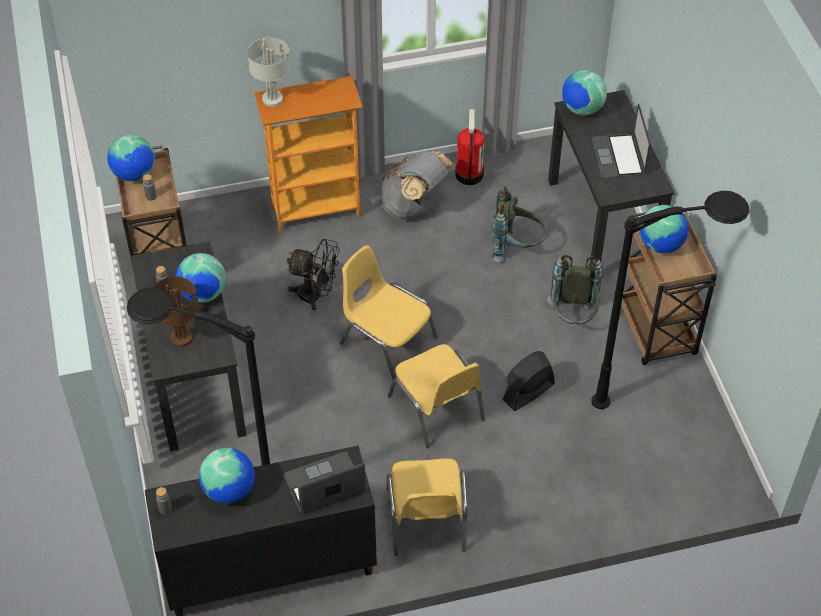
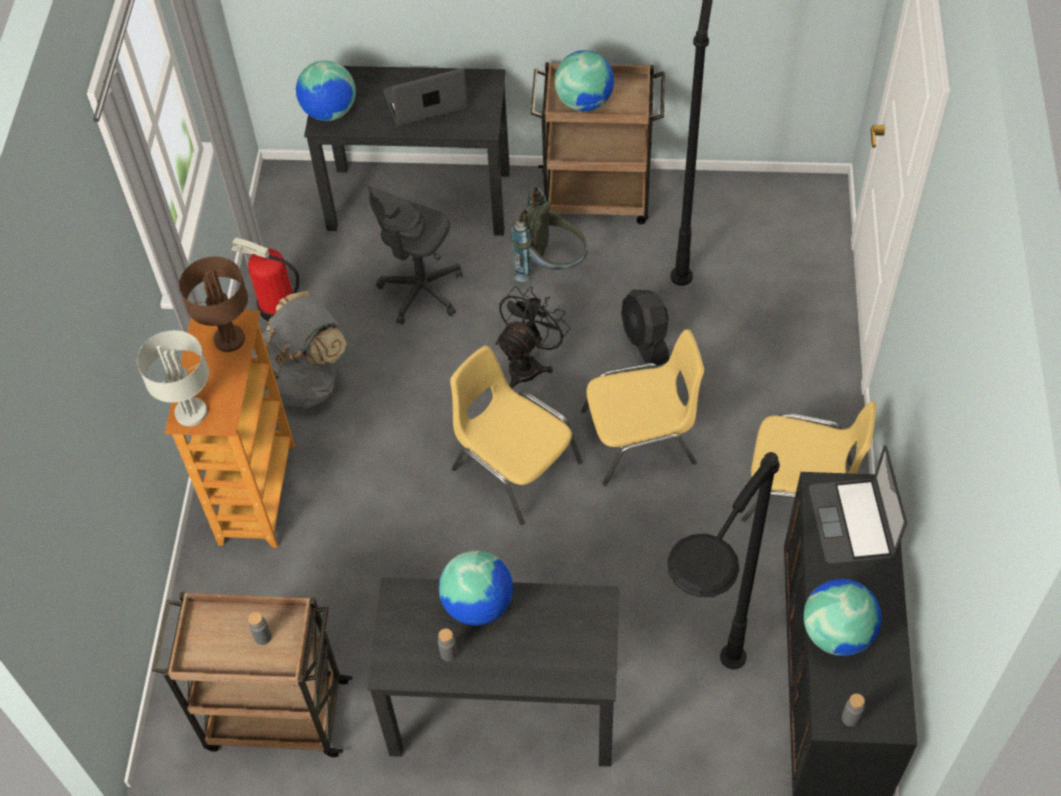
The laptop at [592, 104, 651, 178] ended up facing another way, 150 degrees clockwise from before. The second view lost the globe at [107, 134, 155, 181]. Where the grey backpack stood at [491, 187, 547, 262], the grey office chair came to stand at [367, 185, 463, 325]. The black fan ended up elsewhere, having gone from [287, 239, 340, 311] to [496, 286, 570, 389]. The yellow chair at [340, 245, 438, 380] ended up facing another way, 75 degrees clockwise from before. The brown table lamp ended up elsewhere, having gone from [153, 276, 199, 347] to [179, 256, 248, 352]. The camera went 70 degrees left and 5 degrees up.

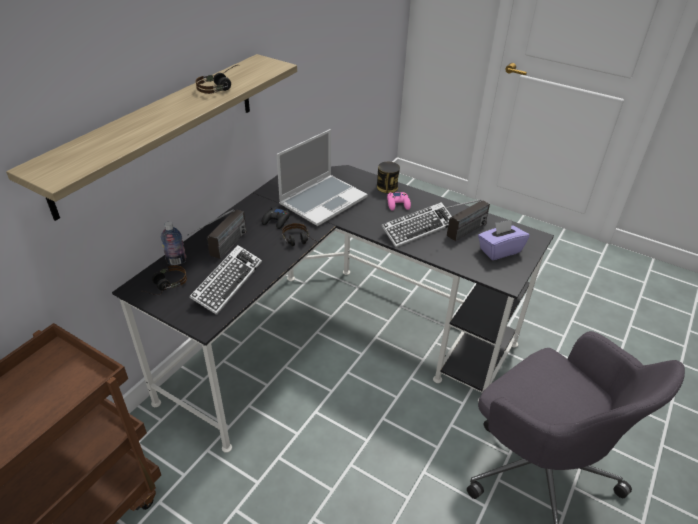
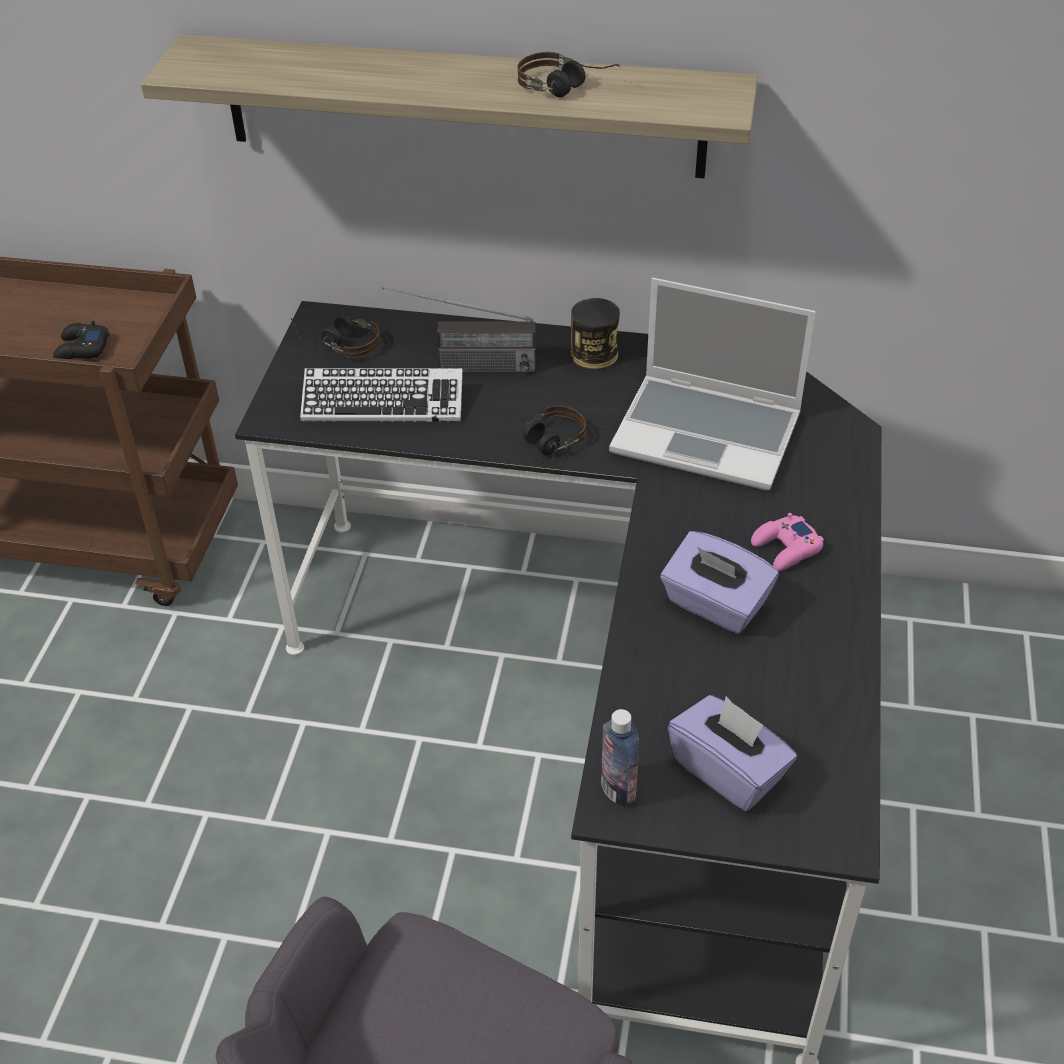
The can ended up elsewhere, having gone from [377, 162, 400, 193] to [571, 298, 620, 370]. The second view lost the radio at [435, 199, 490, 241]. Where the keyboard stood at [381, 202, 452, 248], the purple tissue box came to stand at [661, 531, 779, 634]. The black game controller ended up elsewhere, having gone from [262, 207, 290, 229] to [53, 321, 109, 359]. The bottle ended up elsewhere, having gone from [161, 221, 186, 265] to [601, 709, 639, 807]. The camera went 70 degrees right and 5 degrees up.

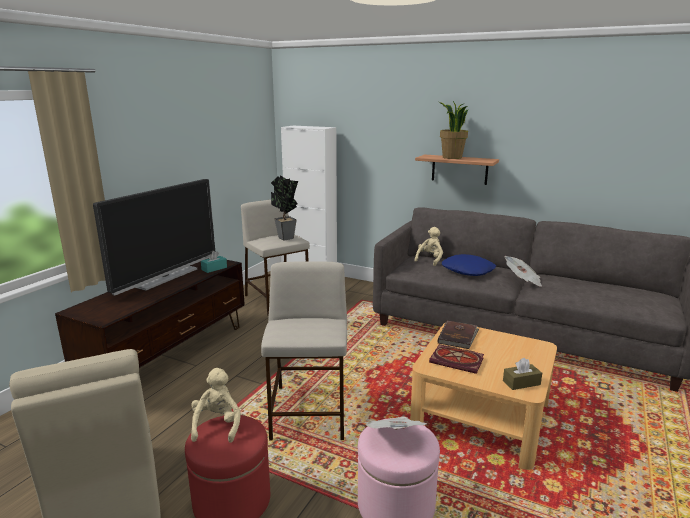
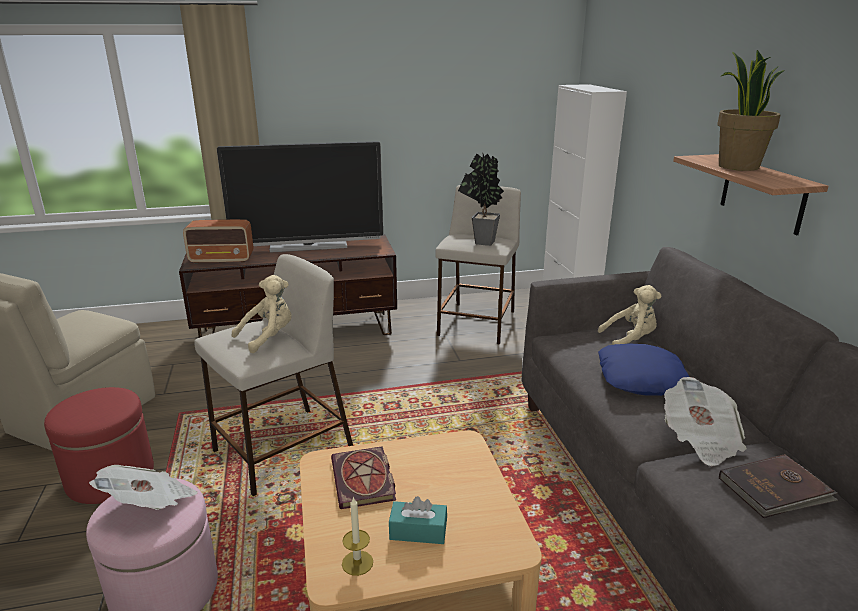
The turquoise tissue box ended up elsewhere, having gone from [201, 251, 227, 273] to [389, 496, 447, 544]. The brown book ended up elsewhere, having gone from [438, 321, 479, 349] to [719, 454, 838, 518]. Where the brown tissue box stood at [503, 358, 542, 390], the candle came to stand at [342, 496, 373, 576]. The beige plush toy ended up elsewhere, having gone from [191, 368, 241, 443] to [232, 275, 292, 353]. The second view gained the radio at [183, 219, 253, 264]. The camera went 50 degrees right and 5 degrees up.

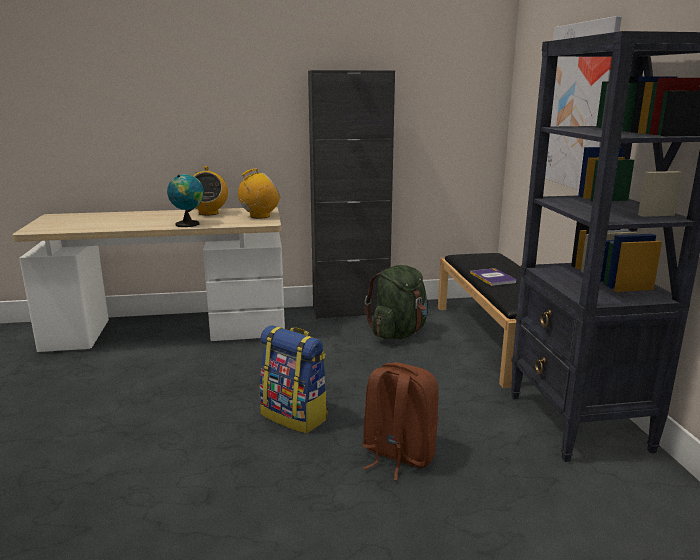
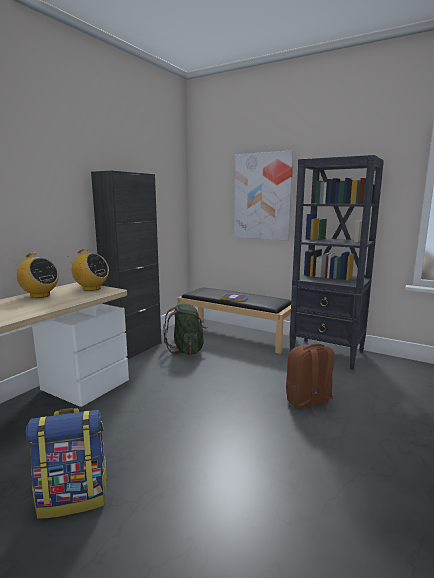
The radio at [238, 169, 280, 219] ended up facing another way, 105 degrees clockwise from before. The second view lost the globe at [167, 174, 204, 227]. The backpack ended up elsewhere, having gone from [260, 325, 328, 434] to [26, 408, 108, 519]. The camera went 50 degrees left and 5 degrees down.

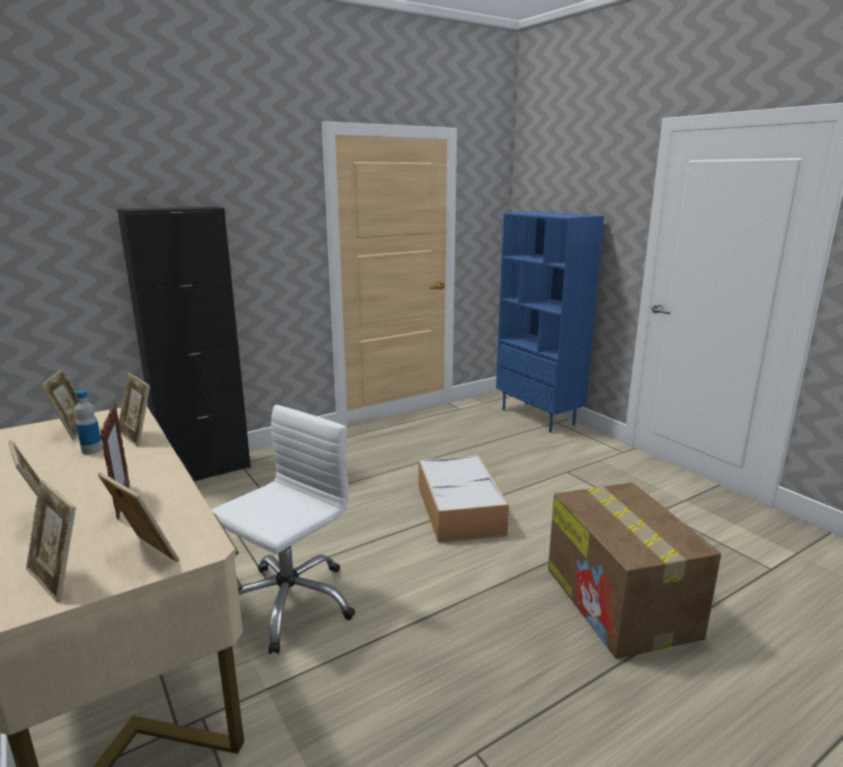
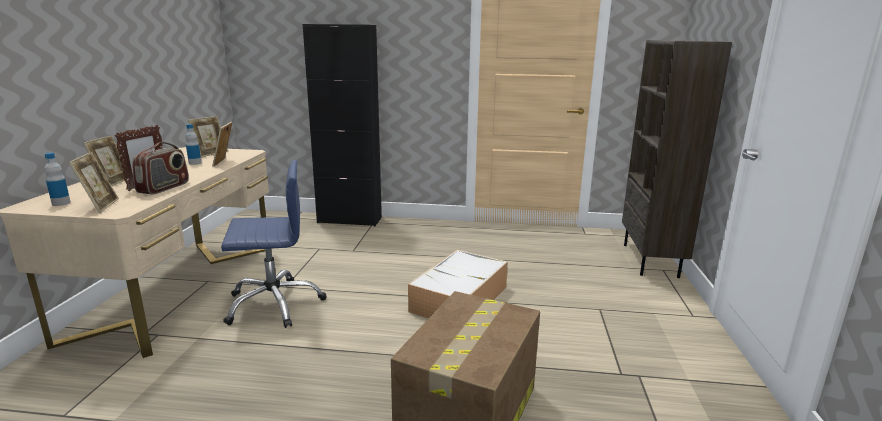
What was the blue bookcase at [496, 211, 604, 433] turned into the brown bookcase at [622, 40, 732, 278]. What was the white office chair at [211, 405, 355, 654] turned into the blue office chair at [221, 160, 326, 328]. Where the picture frame stood at [26, 480, 76, 603], the bottle came to stand at [44, 153, 71, 206]. The second view gained the radio at [132, 142, 189, 194]. The camera went 40 degrees right and 0 degrees up.

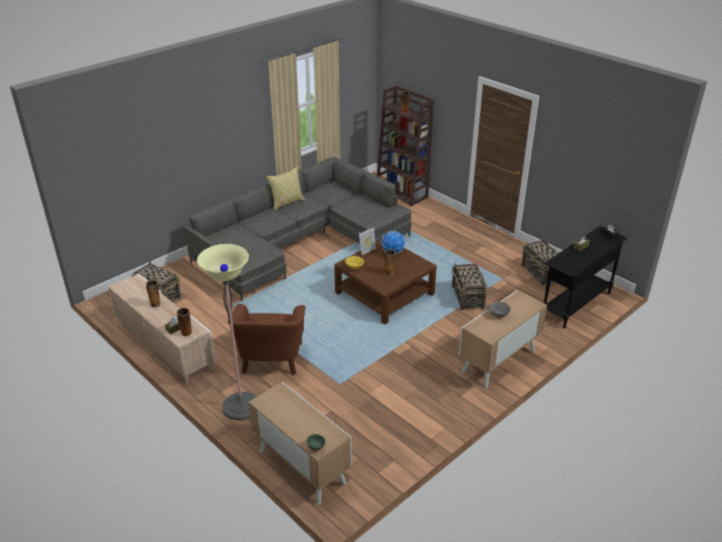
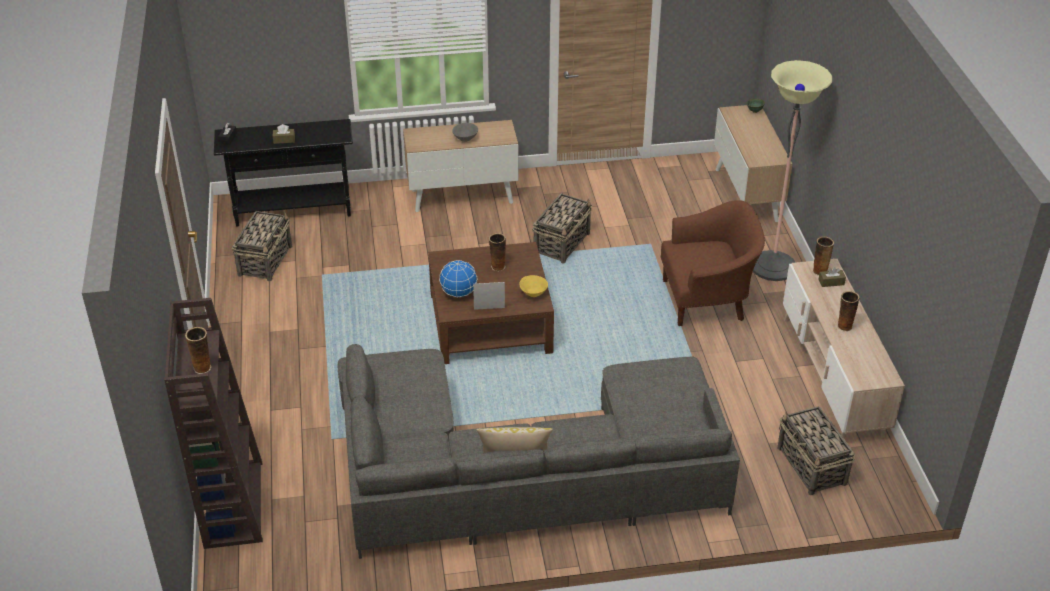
The basket ended up elsewhere, having gone from [452, 263, 488, 310] to [532, 193, 592, 264]. The brown armchair at [228, 304, 306, 375] ended up facing another way, 45 degrees clockwise from before. The camera went 145 degrees left and 5 degrees up.

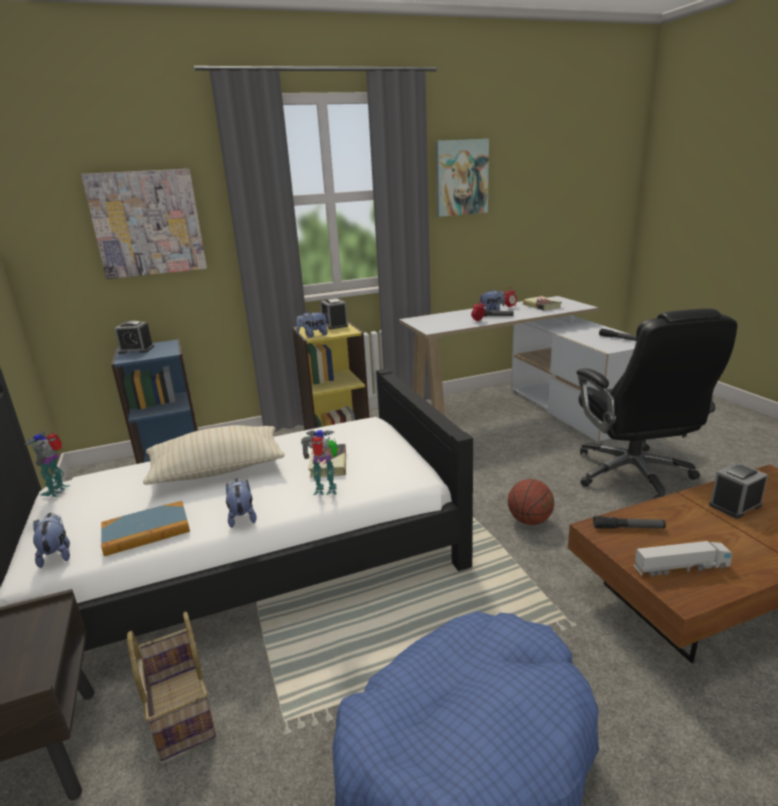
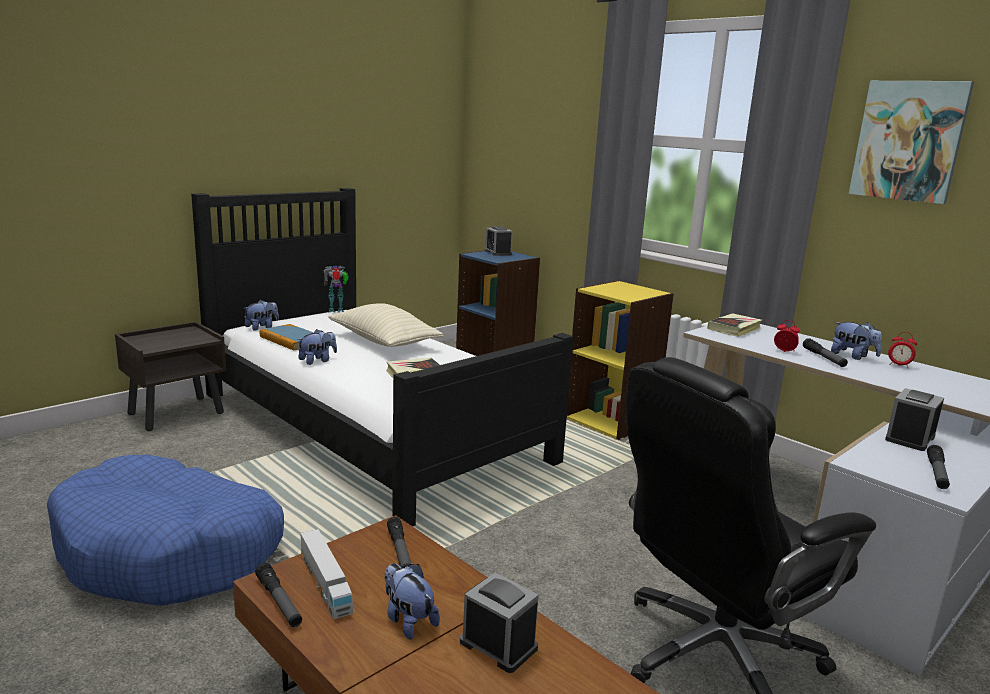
The second view lost the picture at [81, 169, 207, 279]. The book ended up elsewhere, having gone from [523, 296, 562, 310] to [708, 313, 762, 337]. The alarm clock ended up elsewhere, having gone from [320, 298, 348, 329] to [885, 388, 944, 451]. The plush toy ended up elsewhere, having gone from [296, 311, 328, 338] to [384, 563, 440, 640]. The second view lost the toy robot at [301, 430, 338, 495]. The second view lost the basketball at [508, 479, 554, 525]. The second view lost the basket at [127, 612, 216, 761]. The second view gained the flashlight at [255, 563, 302, 627]. The camera went 65 degrees right and 5 degrees down.

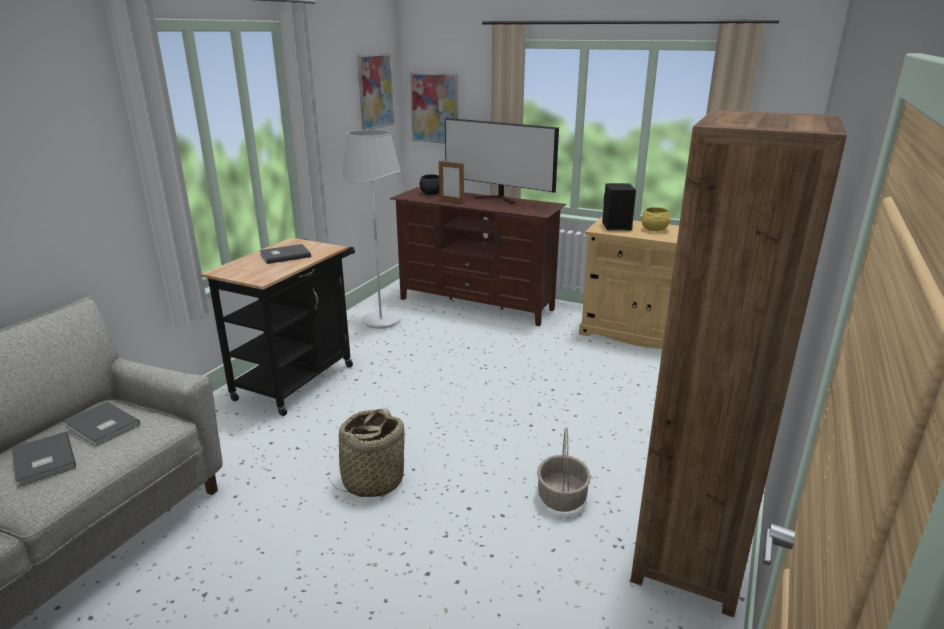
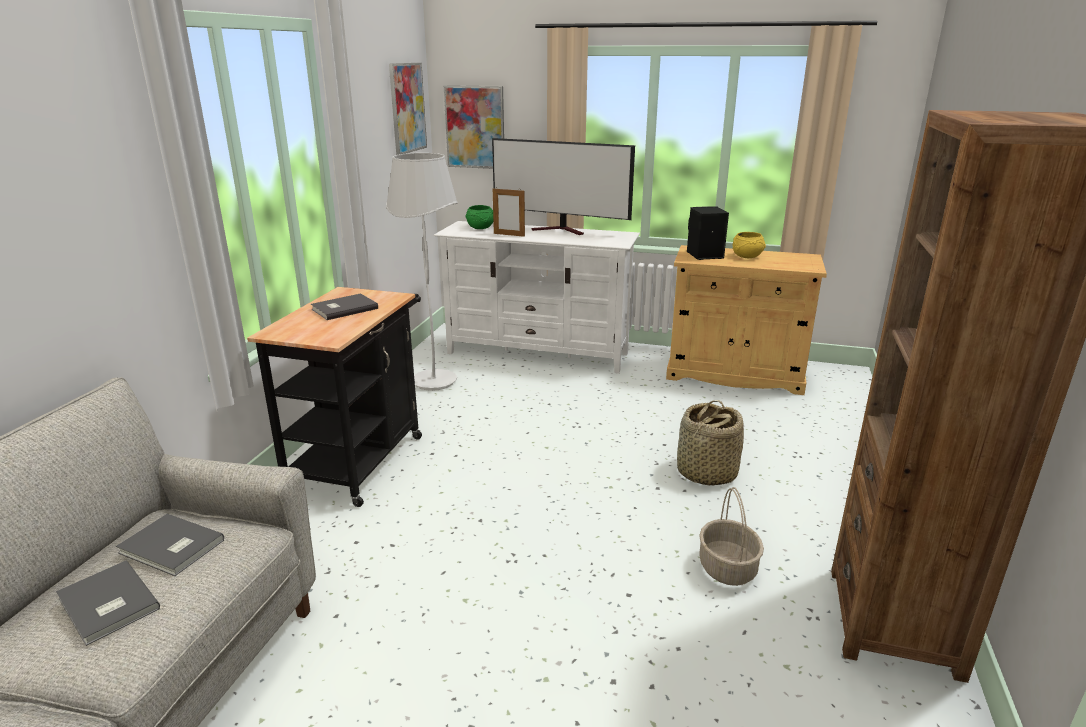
What was the black bowl at [419, 174, 439, 195] turned into the green bowl at [466, 205, 493, 229]. What was the brown tv stand at [390, 187, 566, 326] turned into the white tv stand at [434, 221, 640, 374]. The basket ended up elsewhere, having gone from [327, 408, 405, 497] to [677, 400, 744, 485]. The camera went 10 degrees left and 0 degrees up.

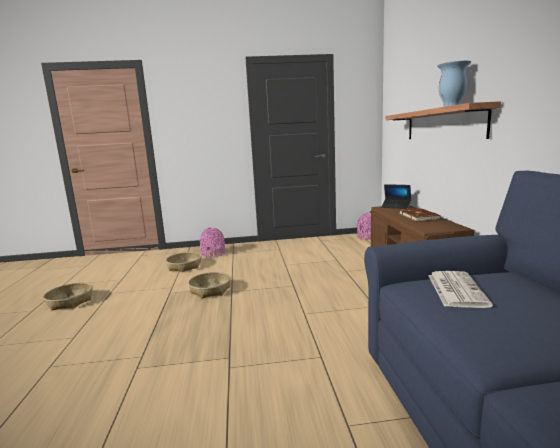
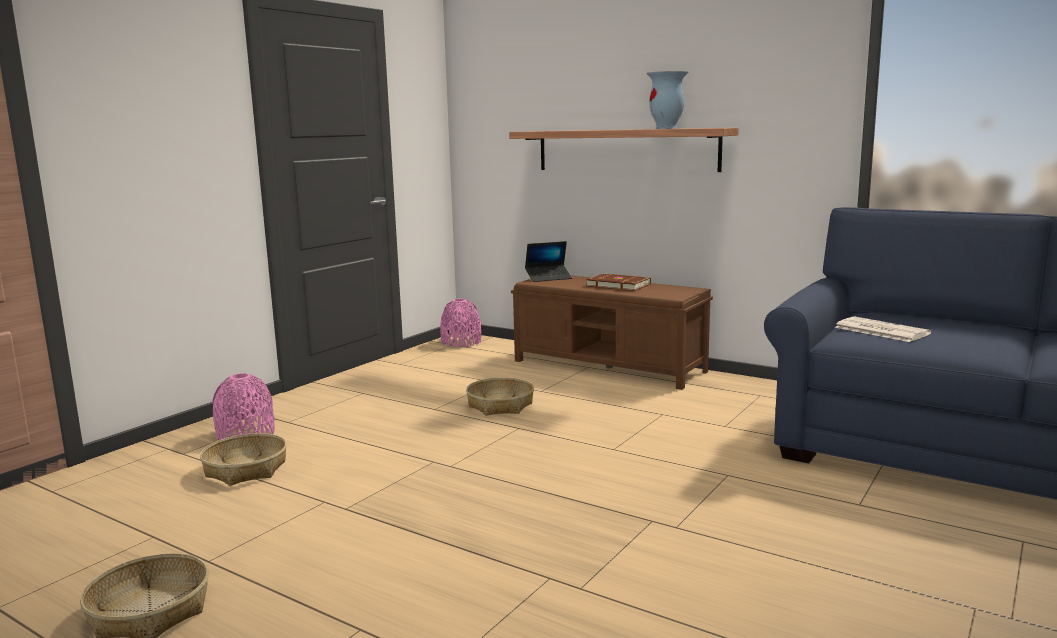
The basket ended up elsewhere, having gone from [188, 272, 231, 299] to [466, 377, 534, 416]. The camera went 50 degrees left and 0 degrees up.

